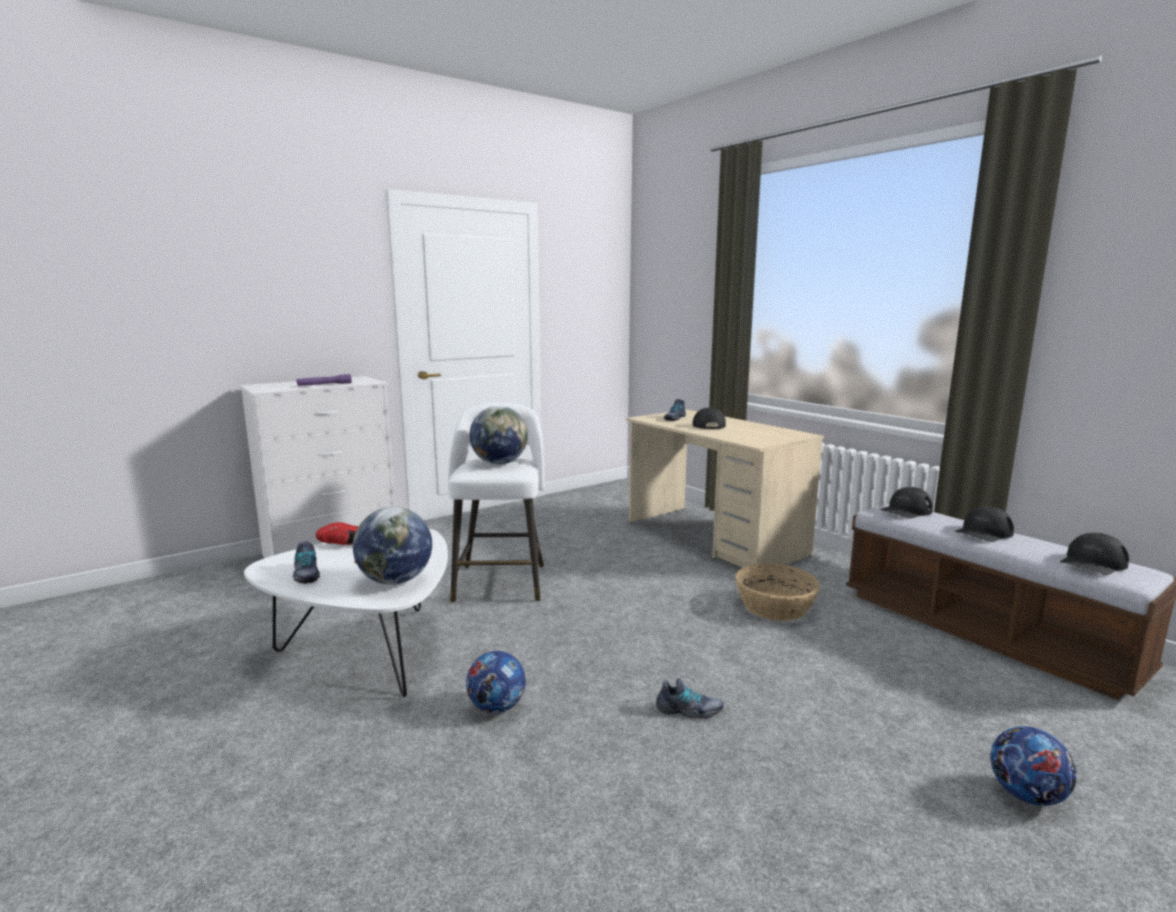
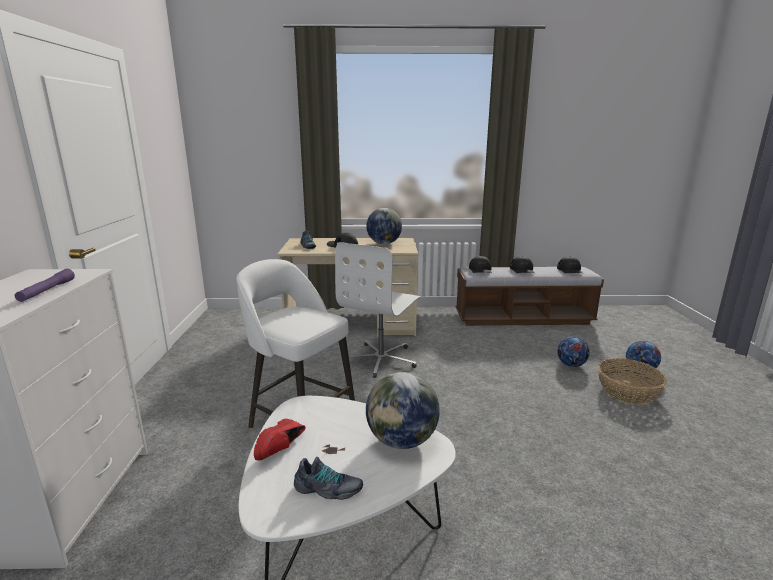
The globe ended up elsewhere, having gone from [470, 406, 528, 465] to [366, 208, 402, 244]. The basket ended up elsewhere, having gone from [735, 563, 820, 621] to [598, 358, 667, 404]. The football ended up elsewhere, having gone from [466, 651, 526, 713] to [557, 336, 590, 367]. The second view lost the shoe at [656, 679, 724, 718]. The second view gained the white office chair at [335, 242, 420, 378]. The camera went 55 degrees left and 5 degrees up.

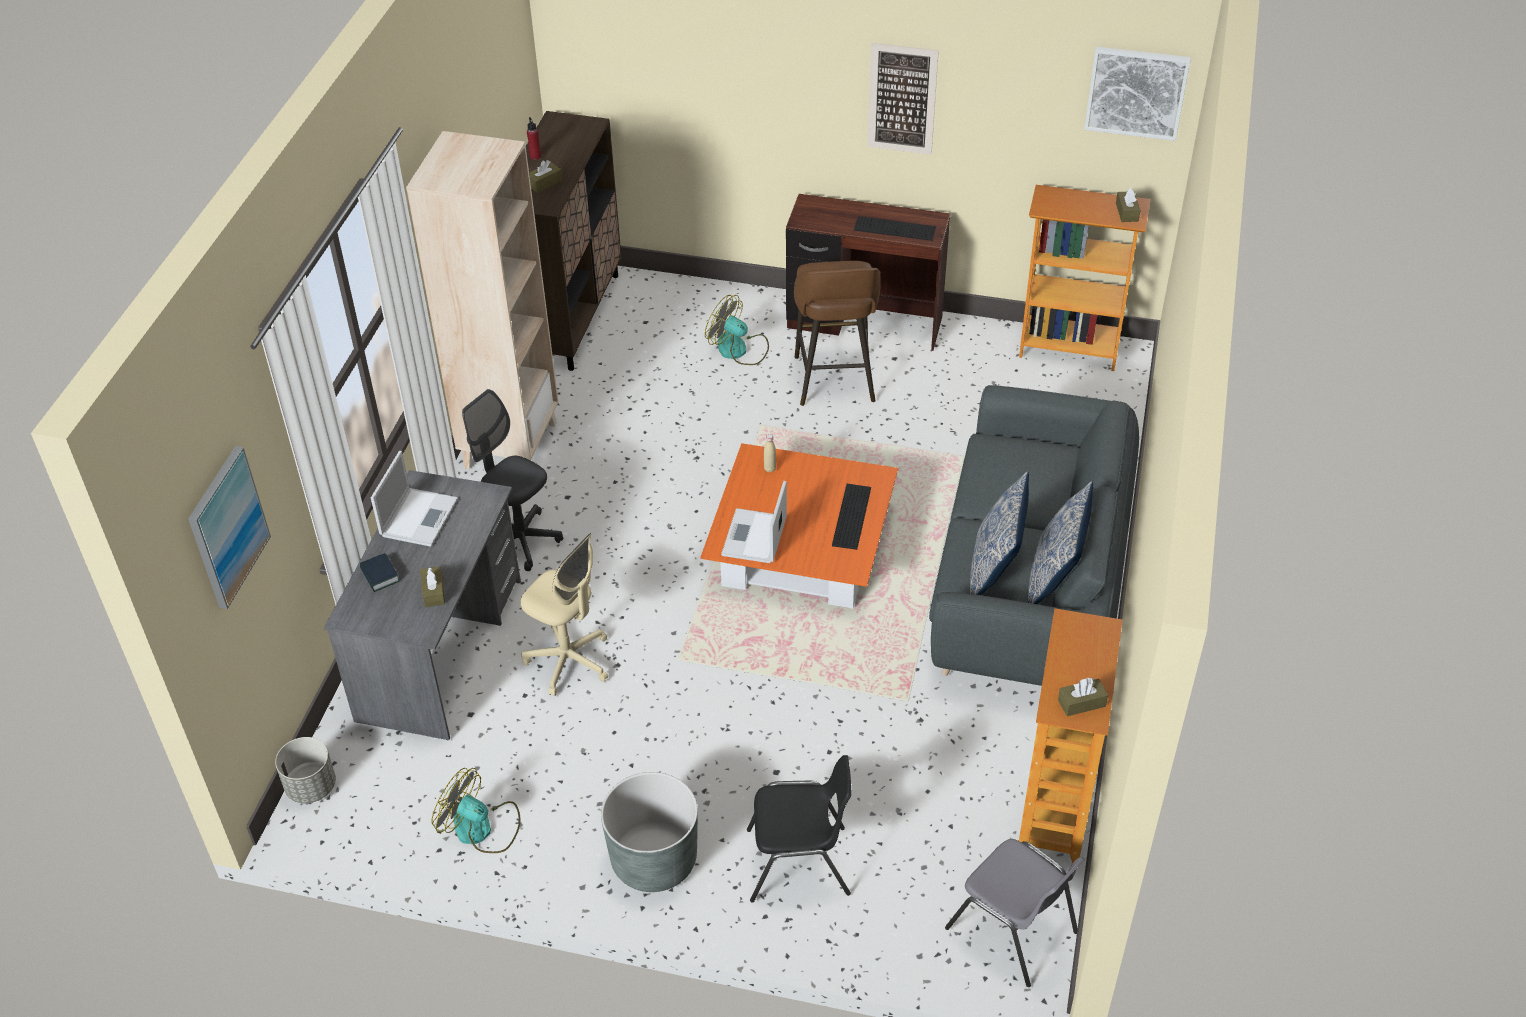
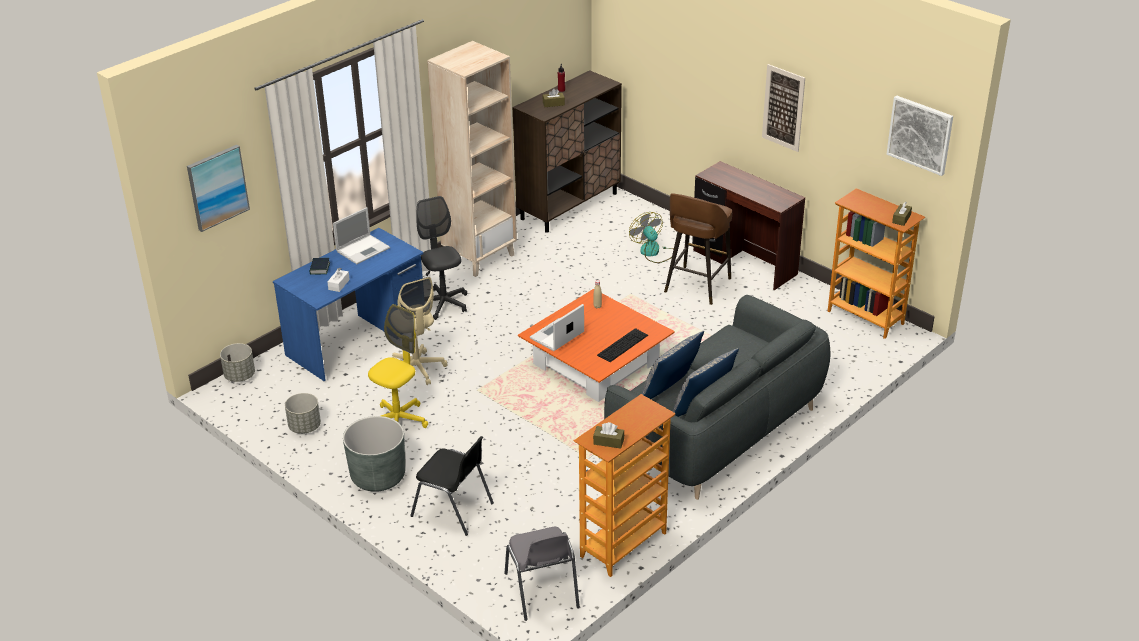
The second view lost the keyboard at [854, 216, 936, 241]. What was the grey desk at [324, 470, 521, 740] turned into the blue desk at [273, 228, 423, 381]. What was the brown tissue box at [420, 566, 445, 608] turned into the white tissue box at [327, 267, 350, 292]. Where the fan stood at [432, 768, 521, 853], the grey planter came to stand at [285, 393, 321, 434]. The second view gained the yellow office chair at [368, 304, 428, 428]. The camera went 30 degrees right and 10 degrees down.

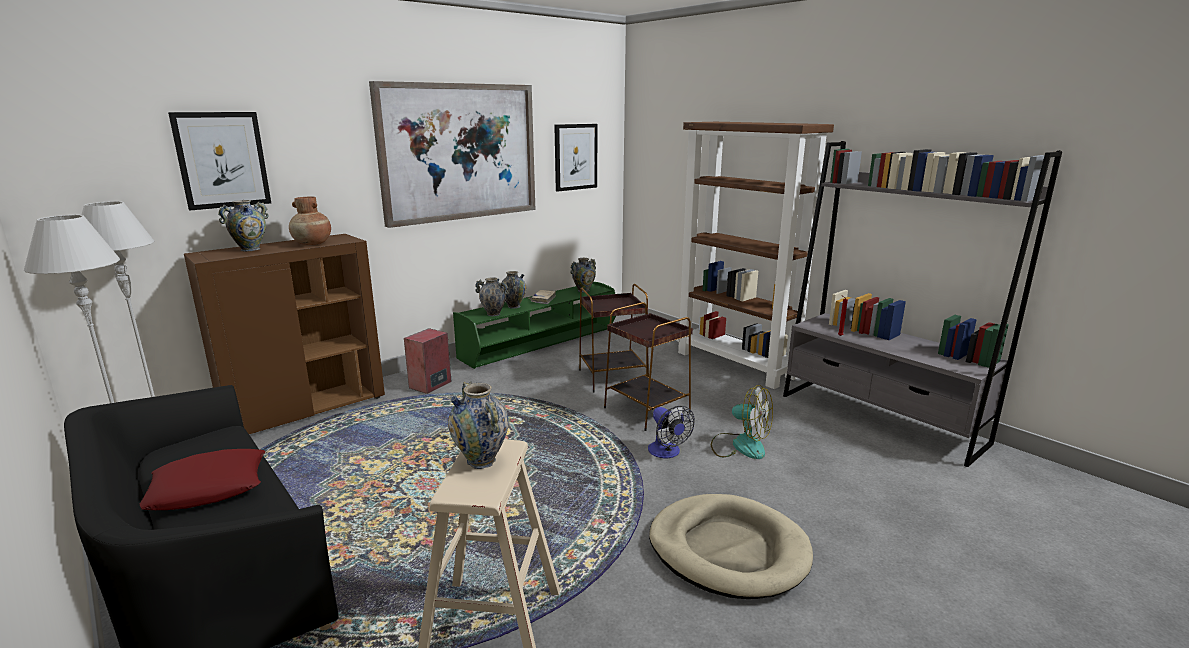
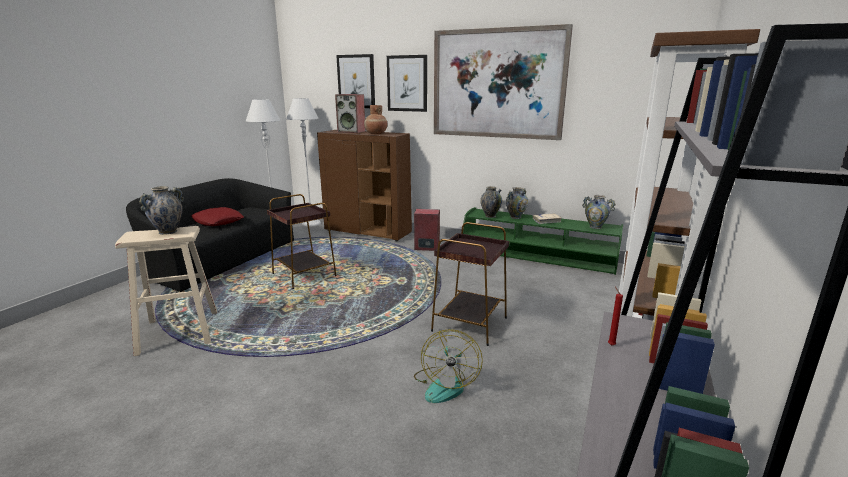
The picture ended up elsewhere, having gone from [554, 124, 597, 192] to [387, 55, 427, 112]. Where the vase stood at [218, 200, 269, 251], the speaker came to stand at [335, 94, 366, 133]. The brown side table ended up elsewhere, having gone from [579, 284, 648, 392] to [267, 194, 337, 289]. The second view lost the fan at [648, 406, 695, 458]. The second view lost the beige dog bed at [649, 494, 813, 599]. The camera went 65 degrees right and 0 degrees up.

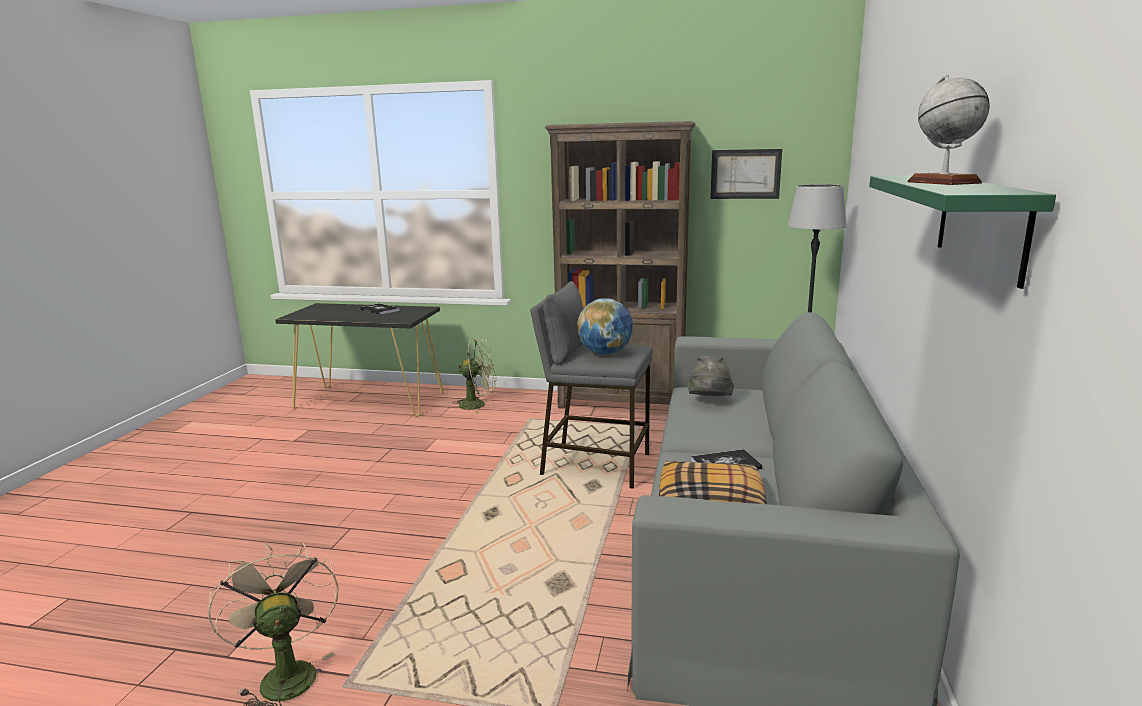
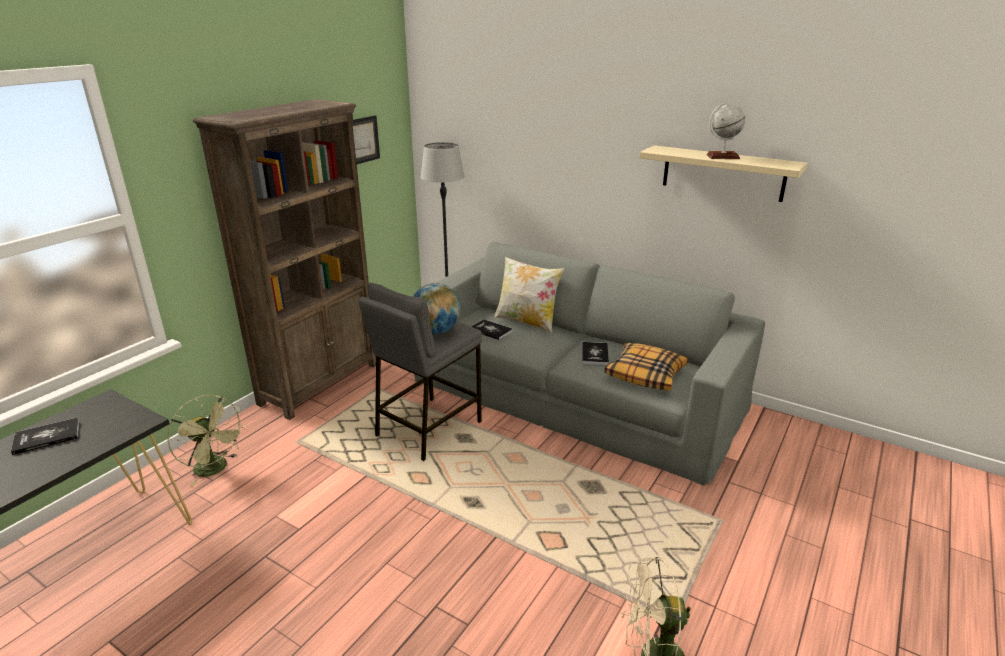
What was the green shelf at [869, 176, 1056, 289] turned into the beige shelf at [639, 145, 807, 202]. The green fan at [454, 338, 496, 414] ended up facing another way, 105 degrees clockwise from before. Where the grey hat stood at [688, 355, 734, 396], the book came to stand at [471, 319, 513, 340]. The second view gained the pillow at [494, 257, 564, 334]. The camera went 70 degrees left and 10 degrees up.

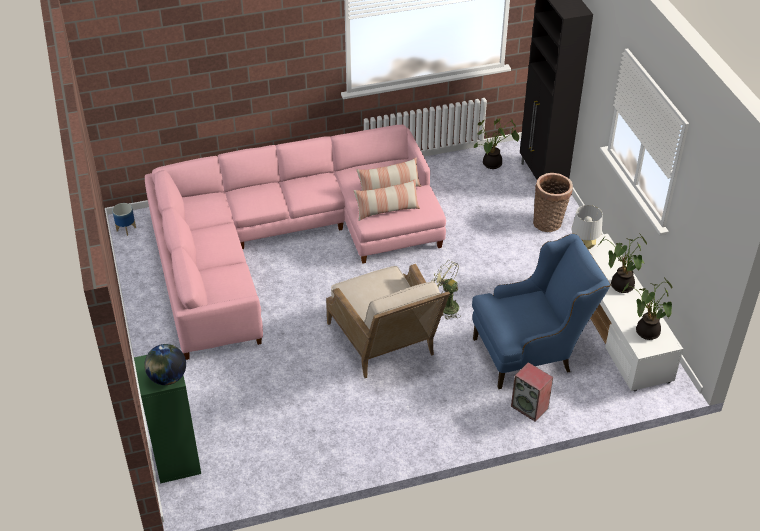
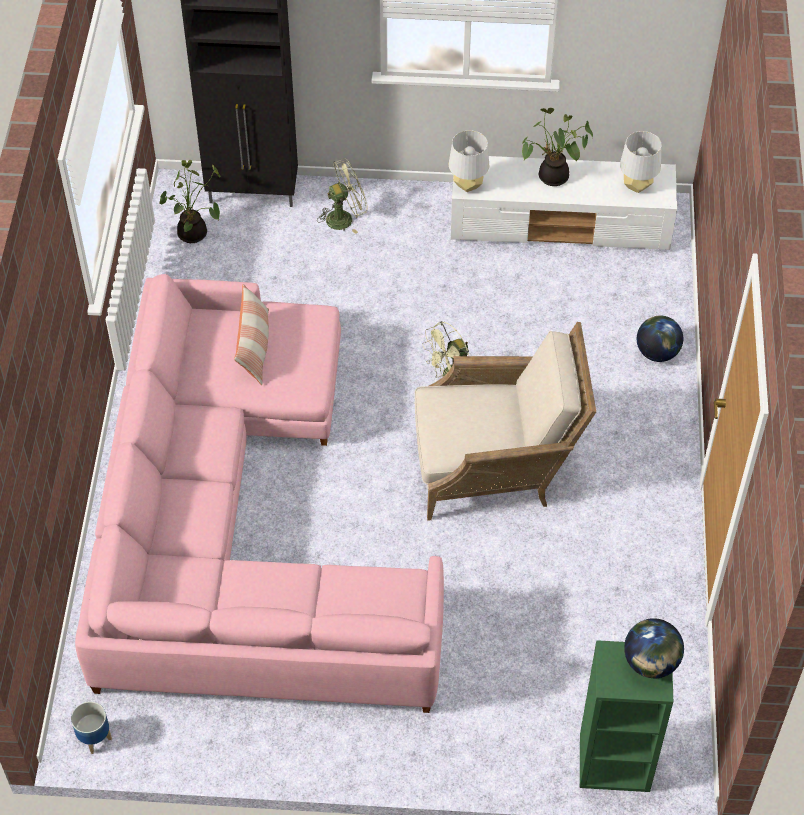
Where the basket stood at [533, 173, 573, 232], the green fan came to stand at [317, 158, 368, 234]. The second view lost the pillow at [354, 179, 420, 221]. The second view lost the blue armchair at [472, 233, 611, 389]. Where the potted plant stood at [621, 278, 673, 340], the grey table lamp came to stand at [620, 131, 662, 193]. Where the speaker stood at [511, 362, 553, 422], the globe came to stand at [637, 316, 683, 362]. The camera went 70 degrees left and 10 degrees up.

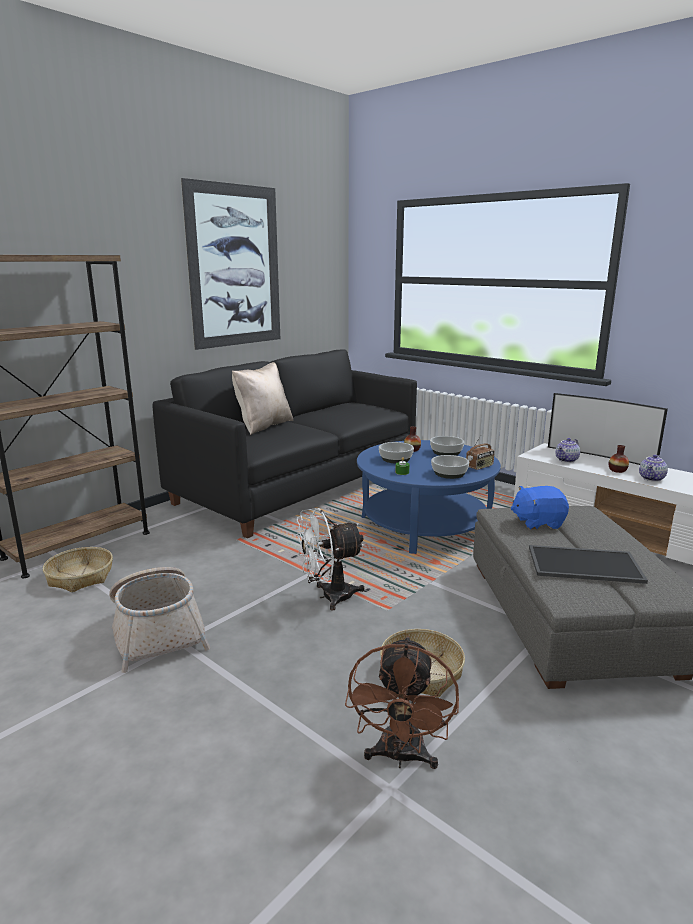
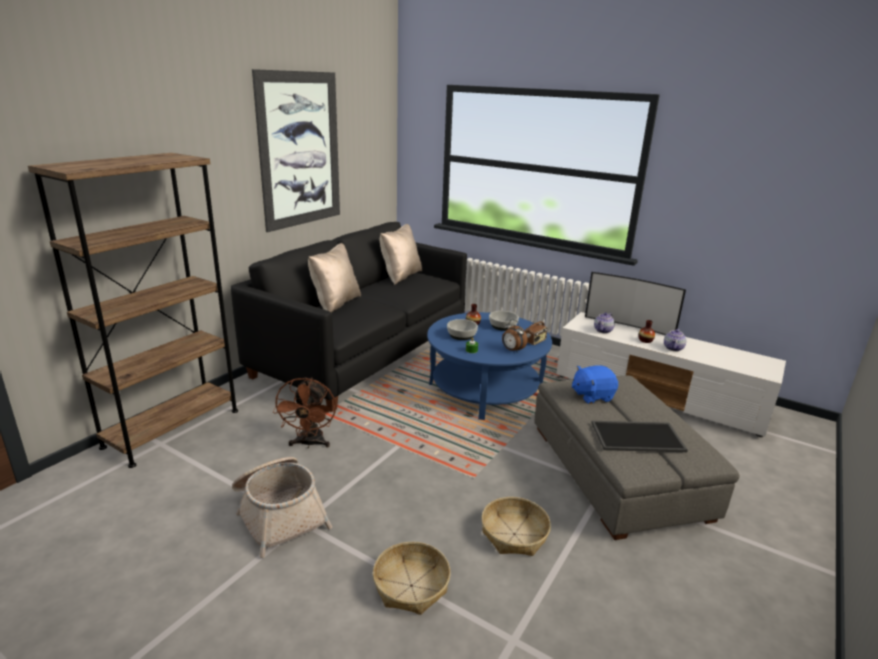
Where the bowl stood at [431, 455, 469, 479], the alarm clock came to stand at [502, 319, 527, 353]. The second view lost the white fan at [296, 508, 365, 611]. The basket ended up elsewhere, having gone from [43, 547, 113, 592] to [373, 542, 451, 615]. The brown fan ended up elsewhere, having gone from [345, 636, 459, 769] to [273, 377, 336, 448]. The second view gained the beige pillow at [380, 224, 423, 285]. The camera went 10 degrees left and 5 degrees up.

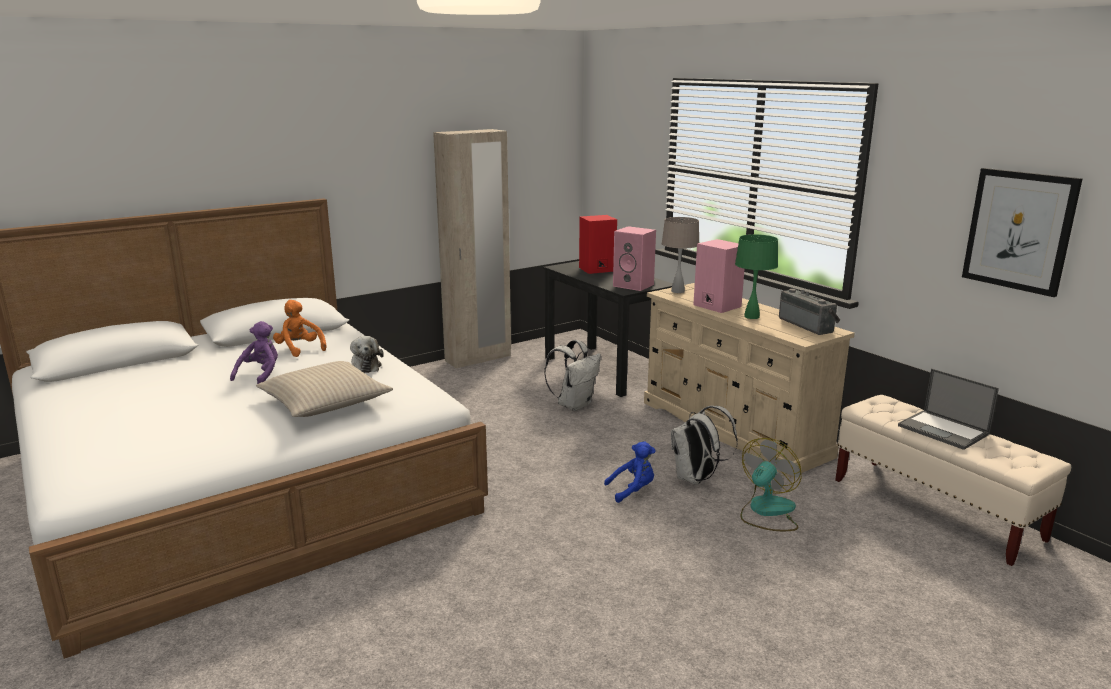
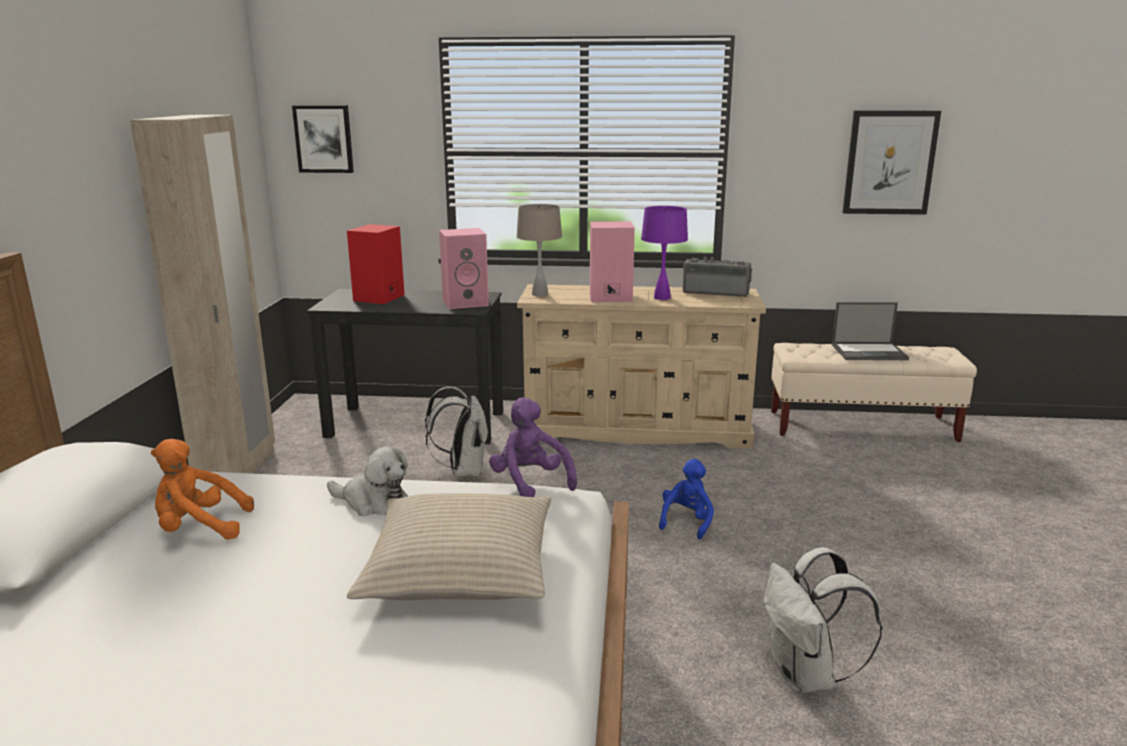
What was the green table lamp at [735, 234, 778, 319] turned into the purple table lamp at [641, 206, 688, 300]. The purple plush toy ended up elsewhere, having gone from [230, 321, 278, 384] to [489, 397, 577, 497]. The white backpack ended up elsewhere, having gone from [671, 406, 738, 485] to [764, 547, 882, 693]. The second view lost the fan at [740, 438, 801, 531]. The second view gained the picture at [292, 105, 354, 173]. The camera went 50 degrees left and 0 degrees up.

